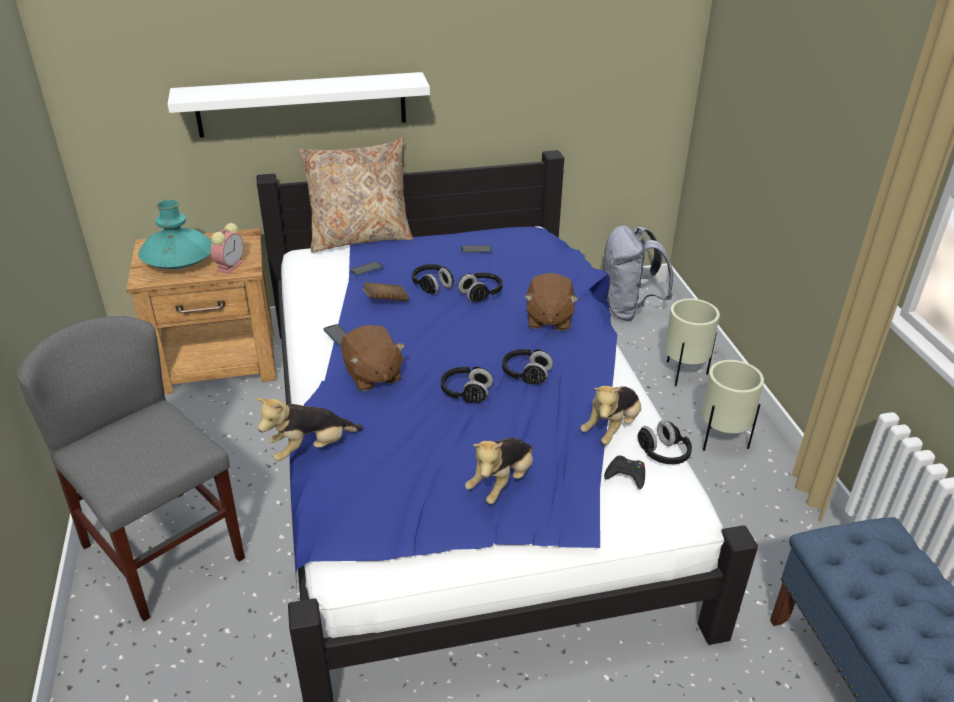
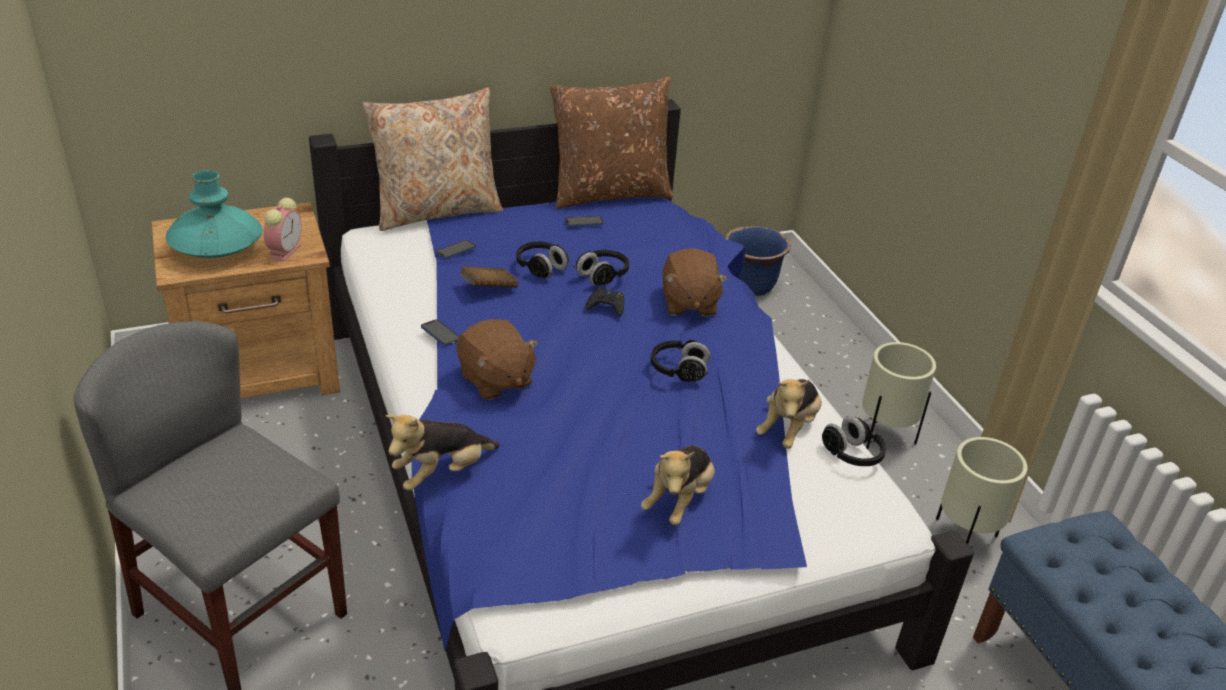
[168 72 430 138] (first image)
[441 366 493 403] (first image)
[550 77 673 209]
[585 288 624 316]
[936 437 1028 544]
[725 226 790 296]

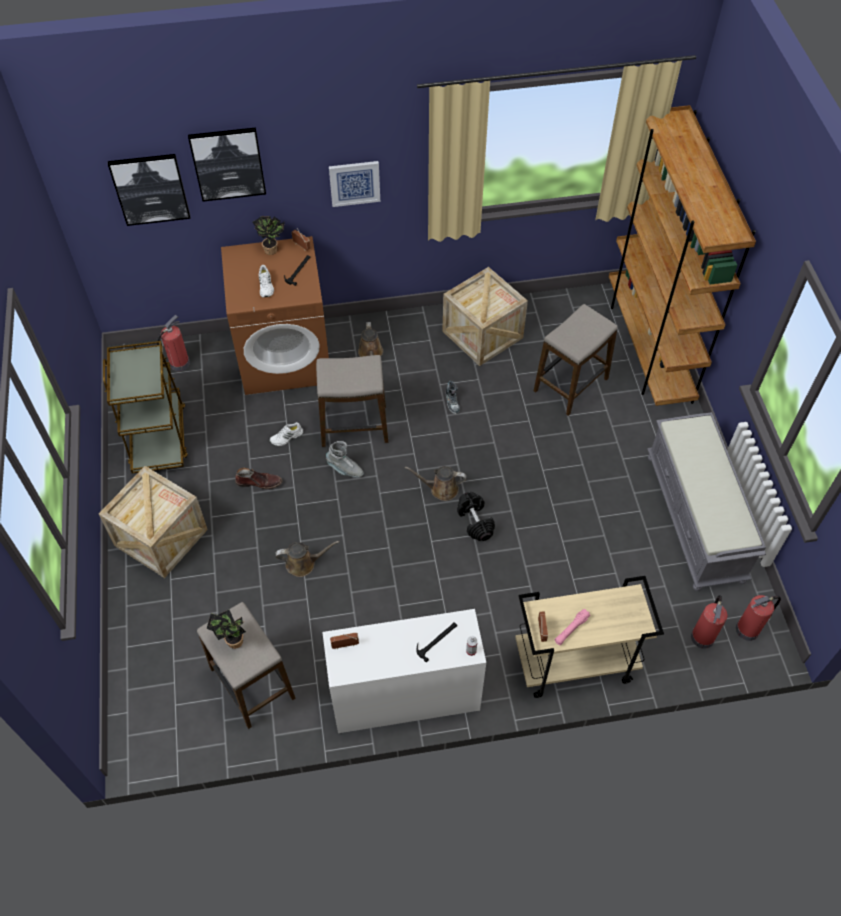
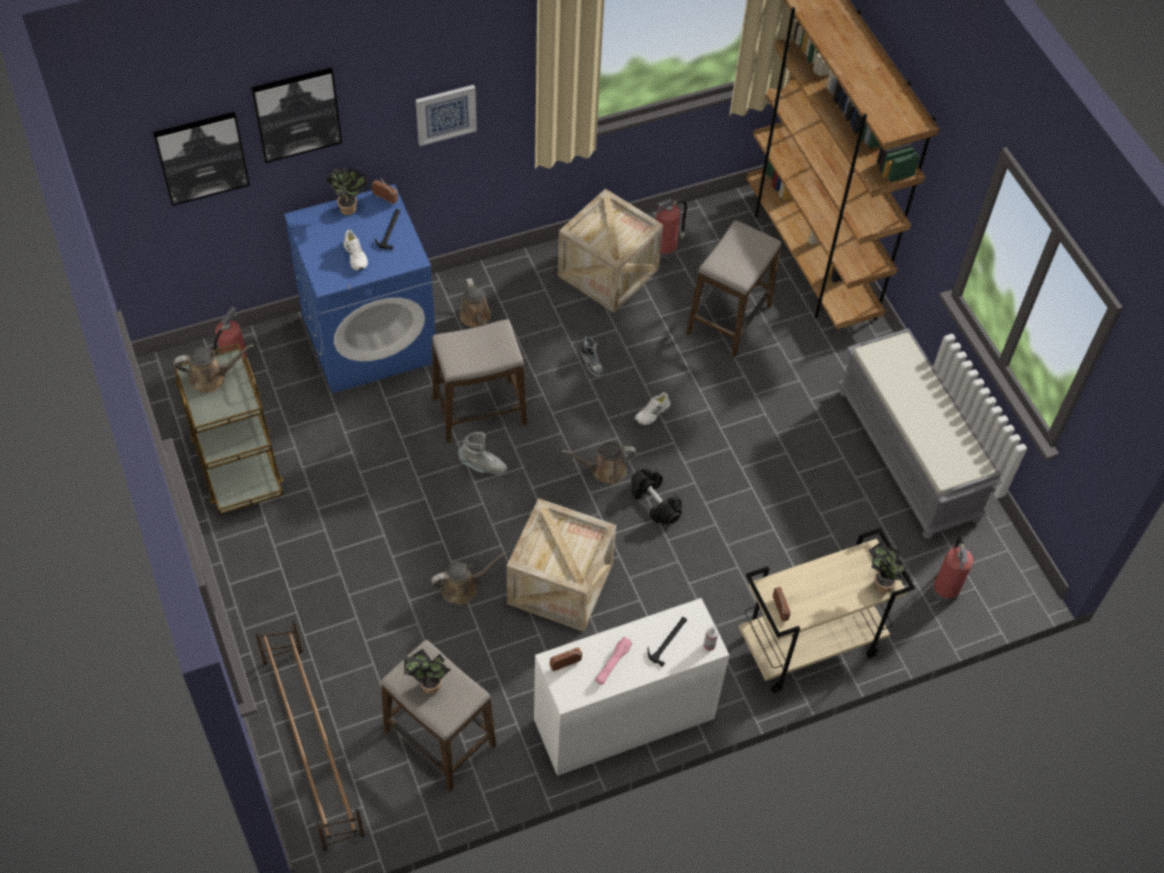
[235 468 282 489] (first image)
[174 344 254 393]
[255 621 365 851]
[869 541 907 593]
[507 498 616 632]
[635 392 670 425]
[595 637 633 685]
[656 199 687 259]
[284 184 436 394]

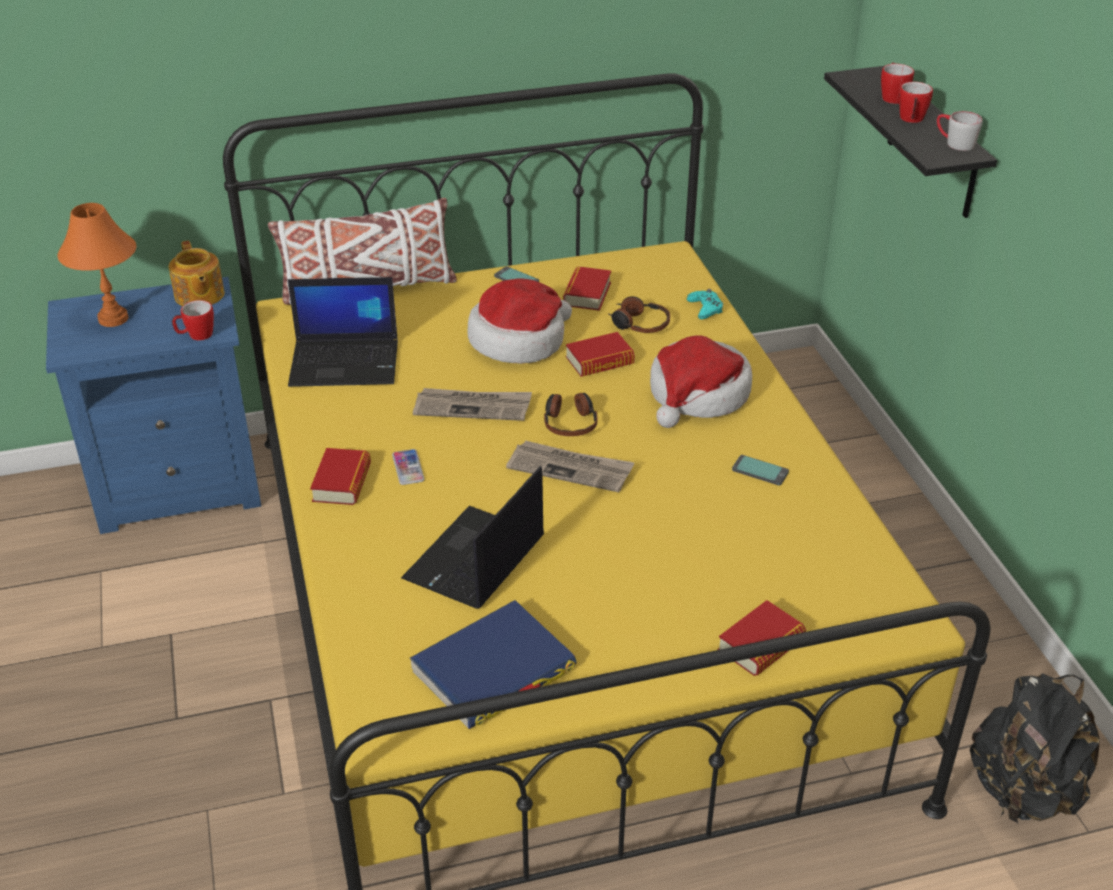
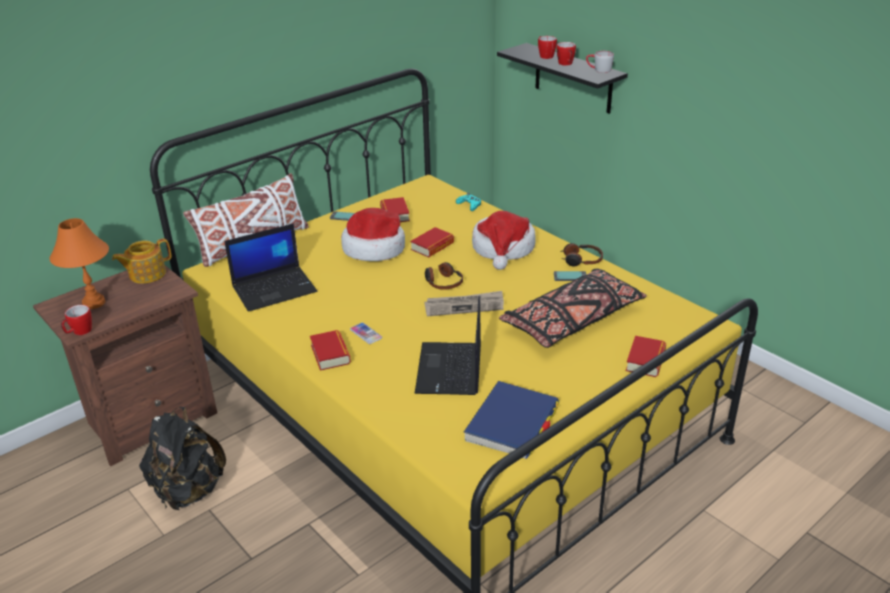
[413 388 532 421] (first image)
[499 269 647 348]
[61 305 92 335]
[560 243 603 266]
[139 407 226 510]
[33 264 217 466]
[112 239 171 284]

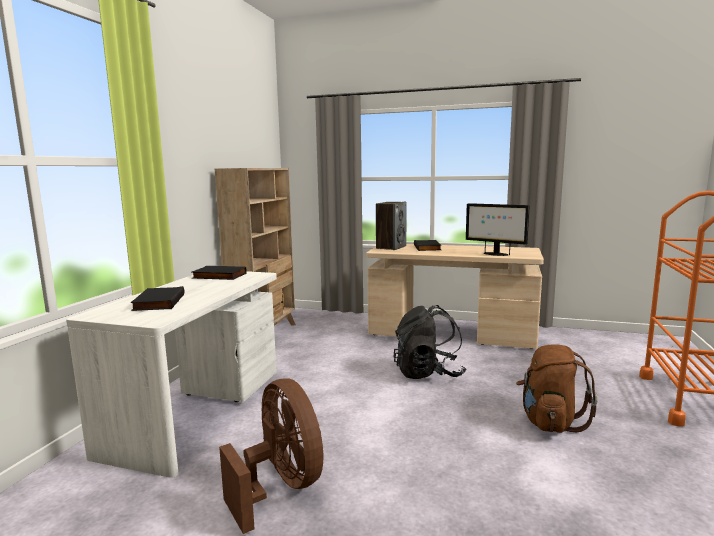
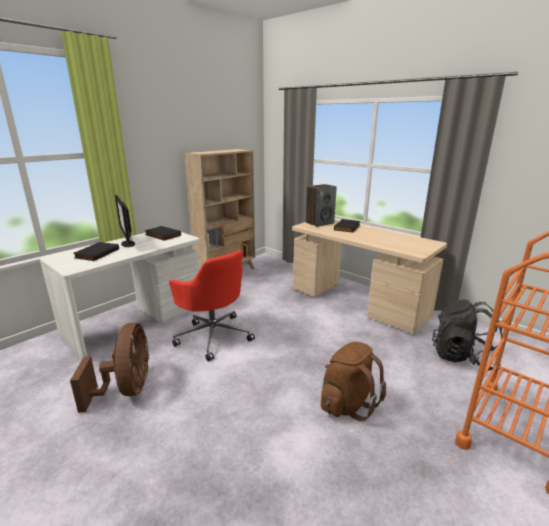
[169 250 255 361]
[432 299 502 371]
[115 195 135 247]

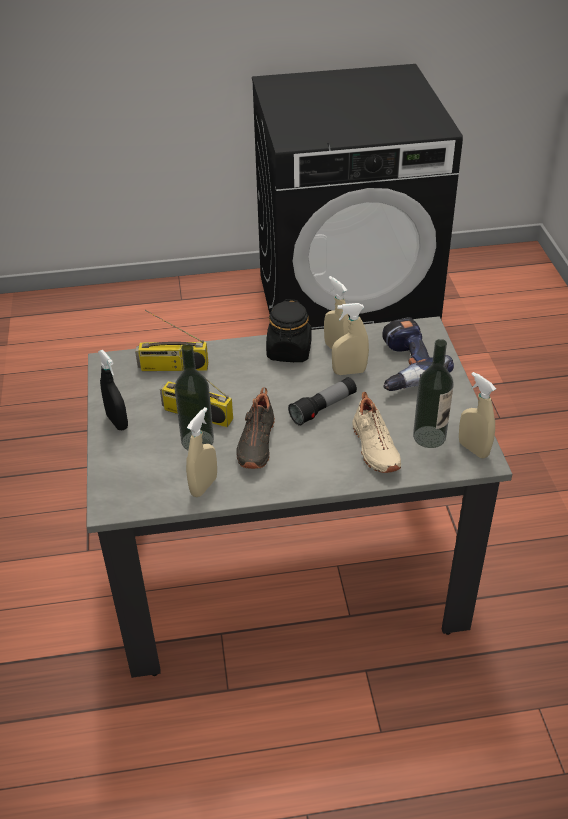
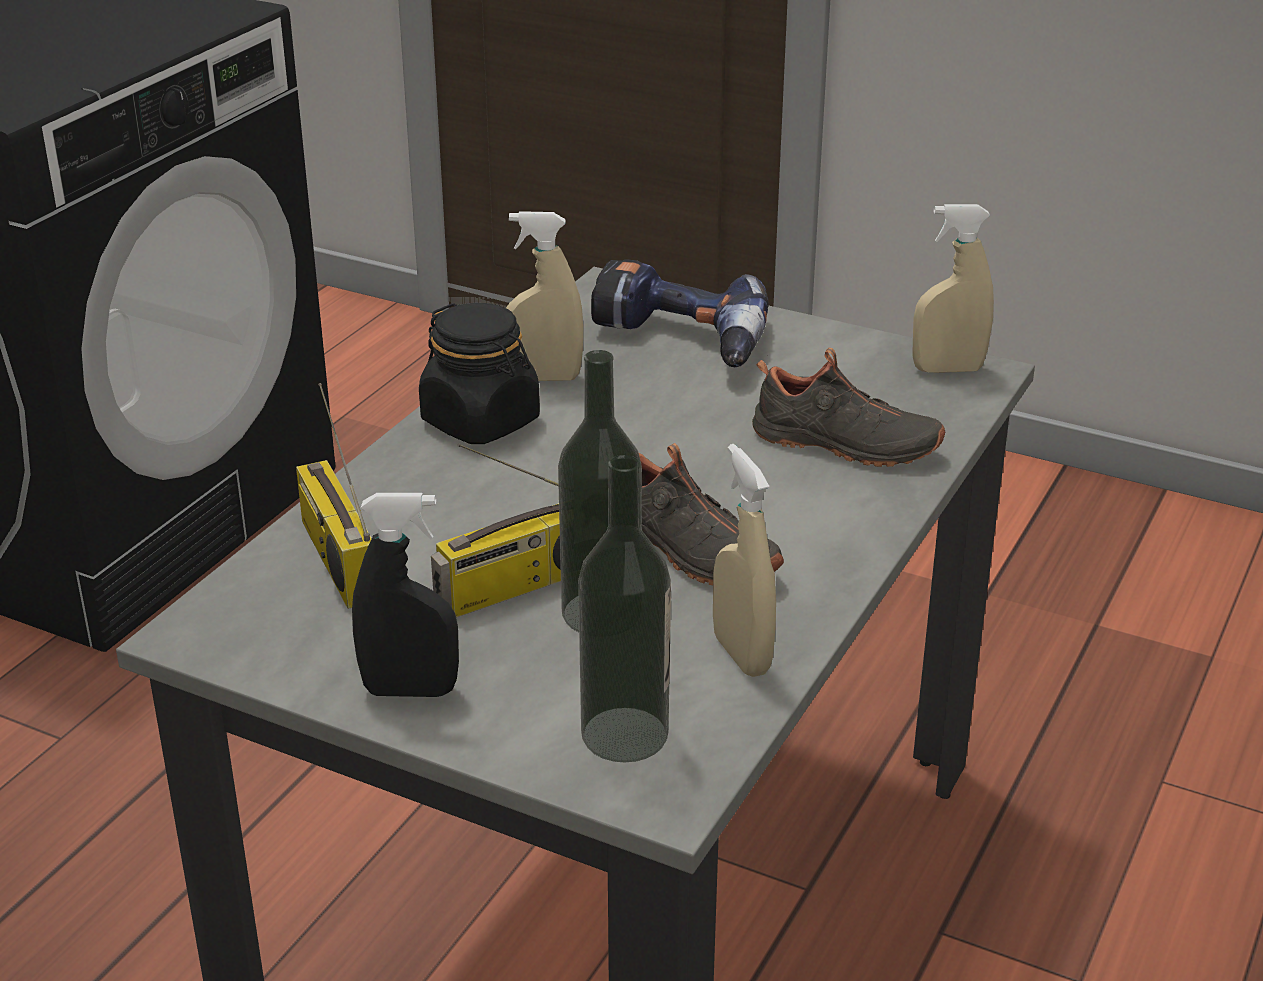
[288 377 357 426] (first image)
[332 303 369 375] (first image)
[578 455 671 763]
[752 348 945 467]
[296 383 372 609]

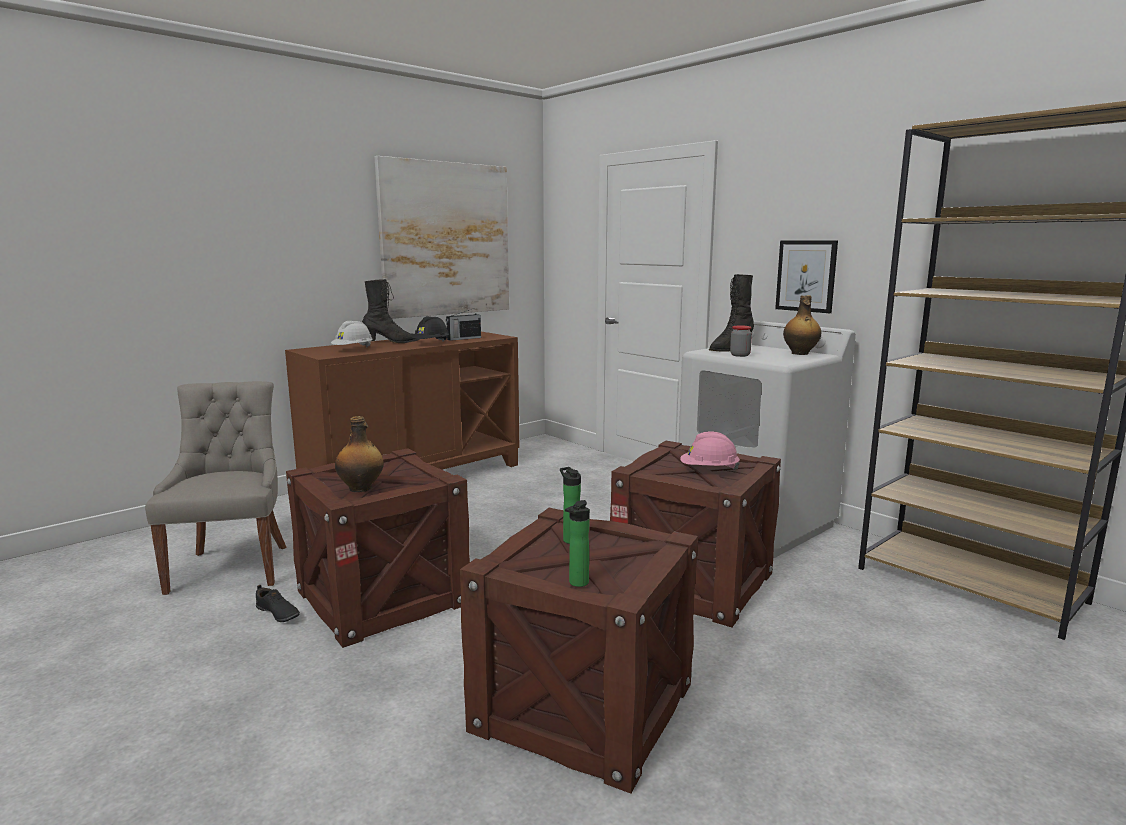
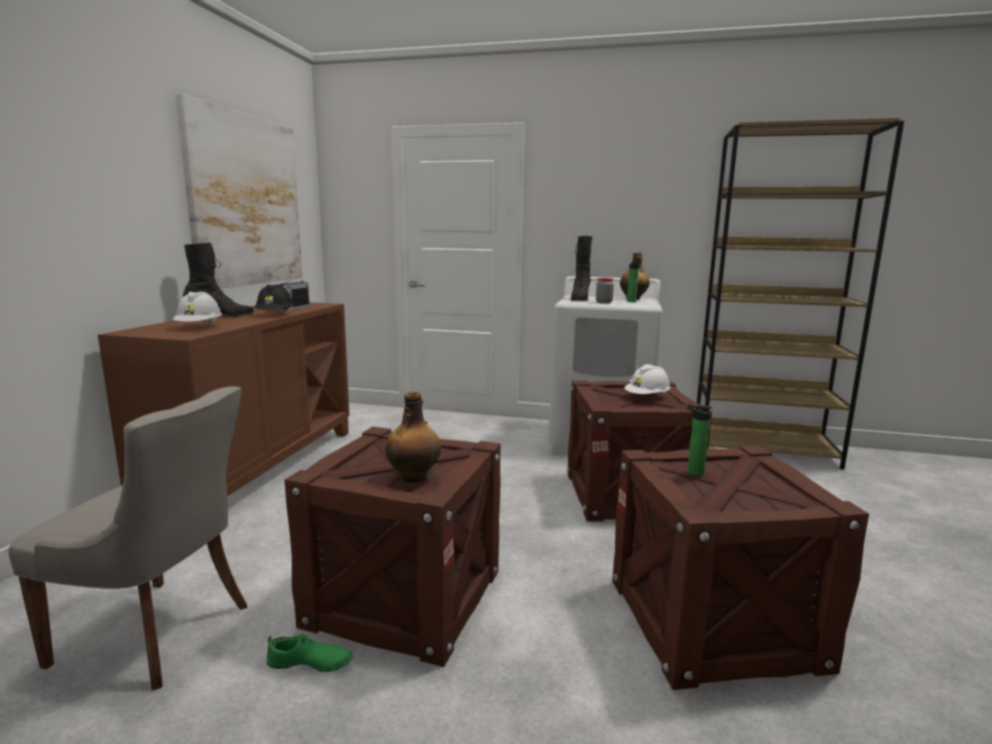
[775 241 838 313] (first image)
[627 261 640 302]
[266 634 353 672]
[624 364 671 394]
[8 386 247 691]

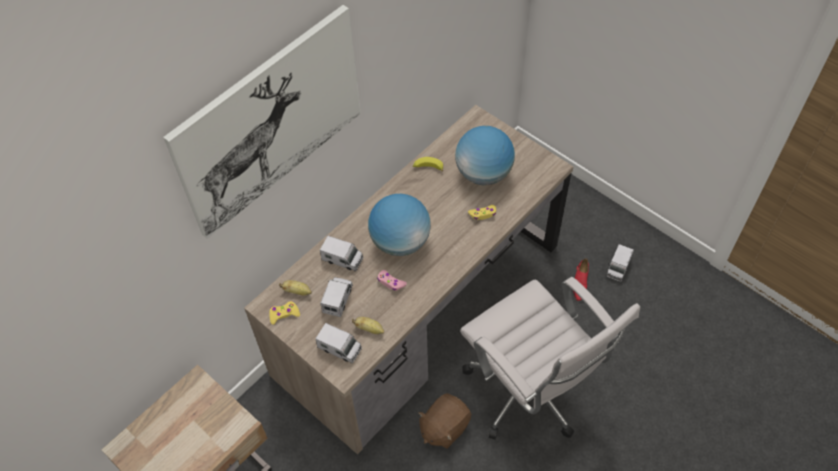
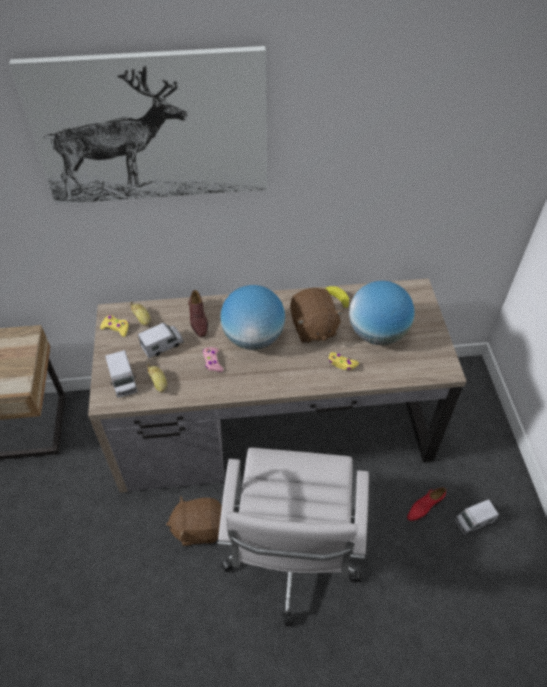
[290 288 344 343]
[188 290 208 337]

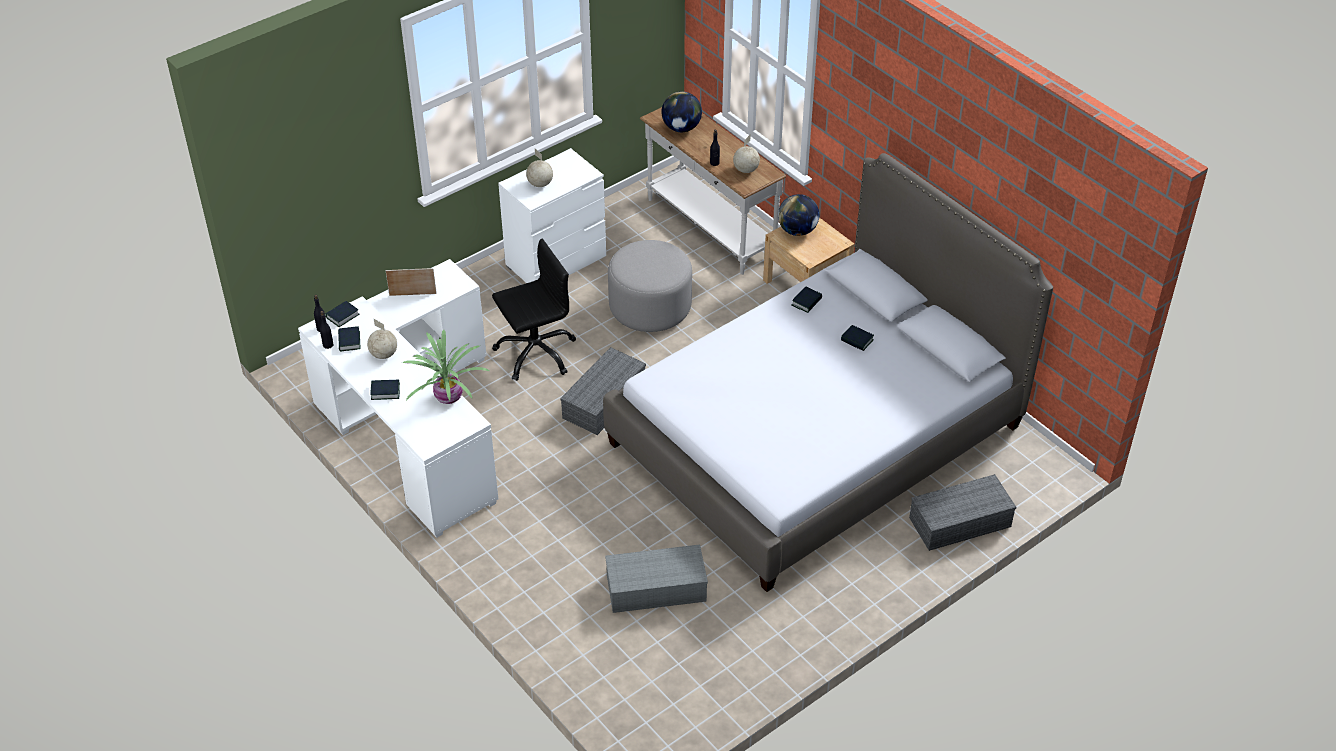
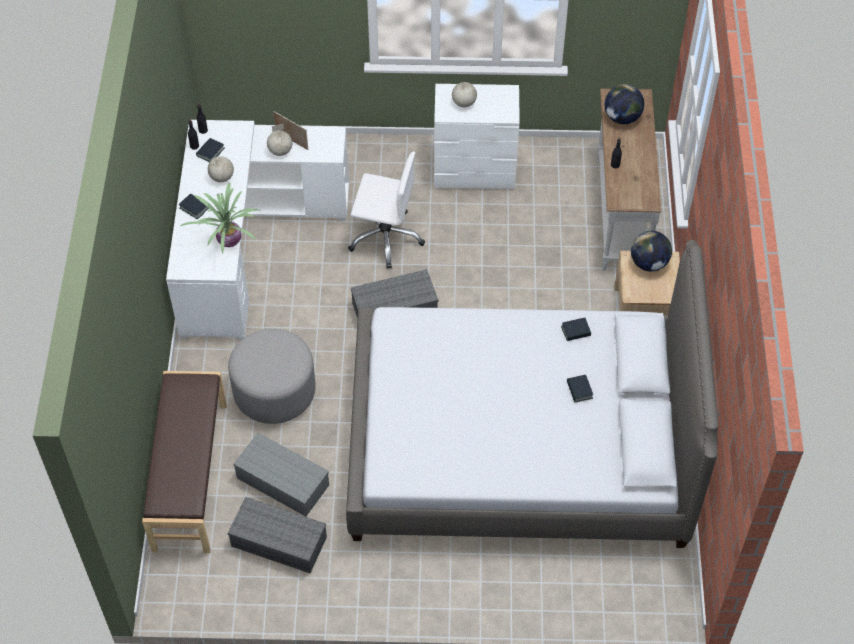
[325 301 360 327] (first image)
[142 371 227 553]
[228 328 316 424]
[267 124 292 156]
[227 497 327 573]
[348 151 425 269]

